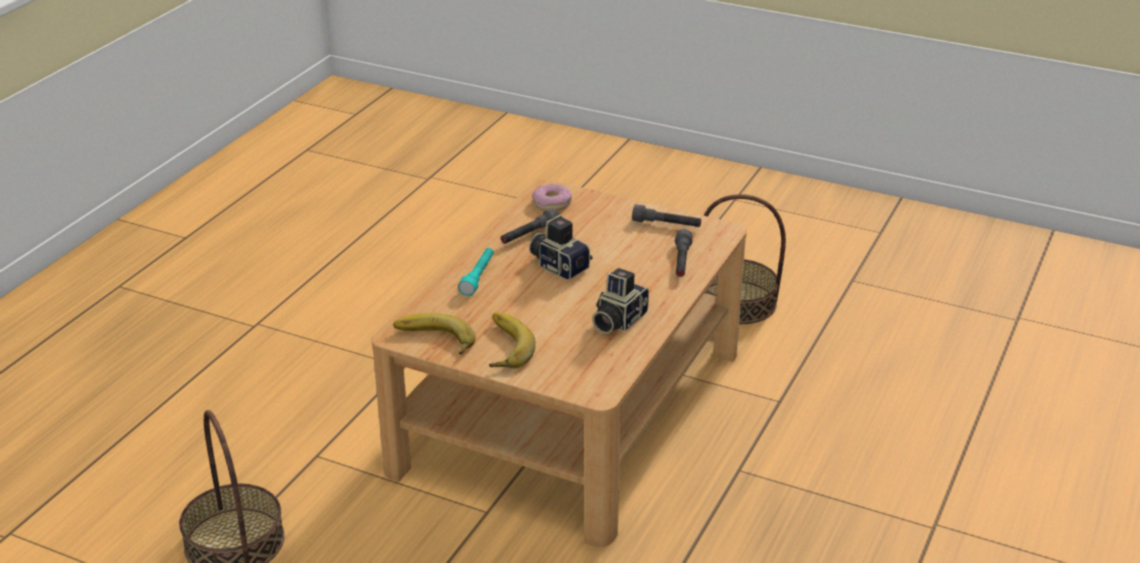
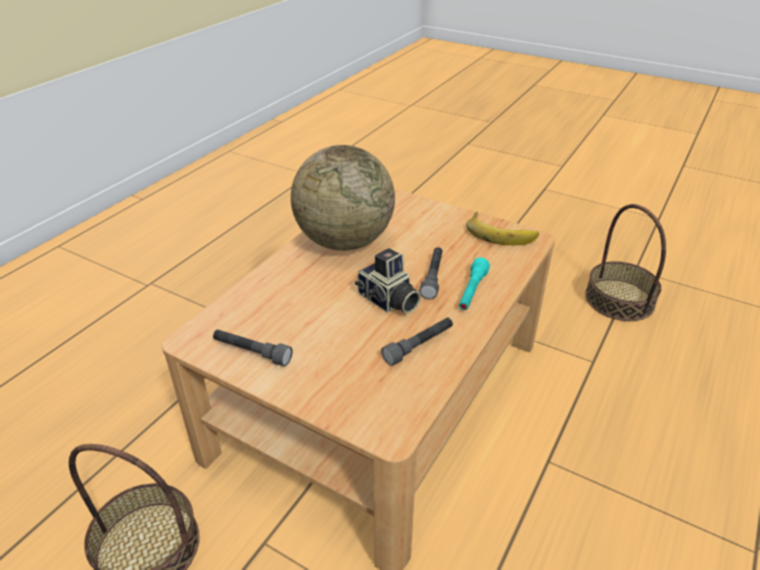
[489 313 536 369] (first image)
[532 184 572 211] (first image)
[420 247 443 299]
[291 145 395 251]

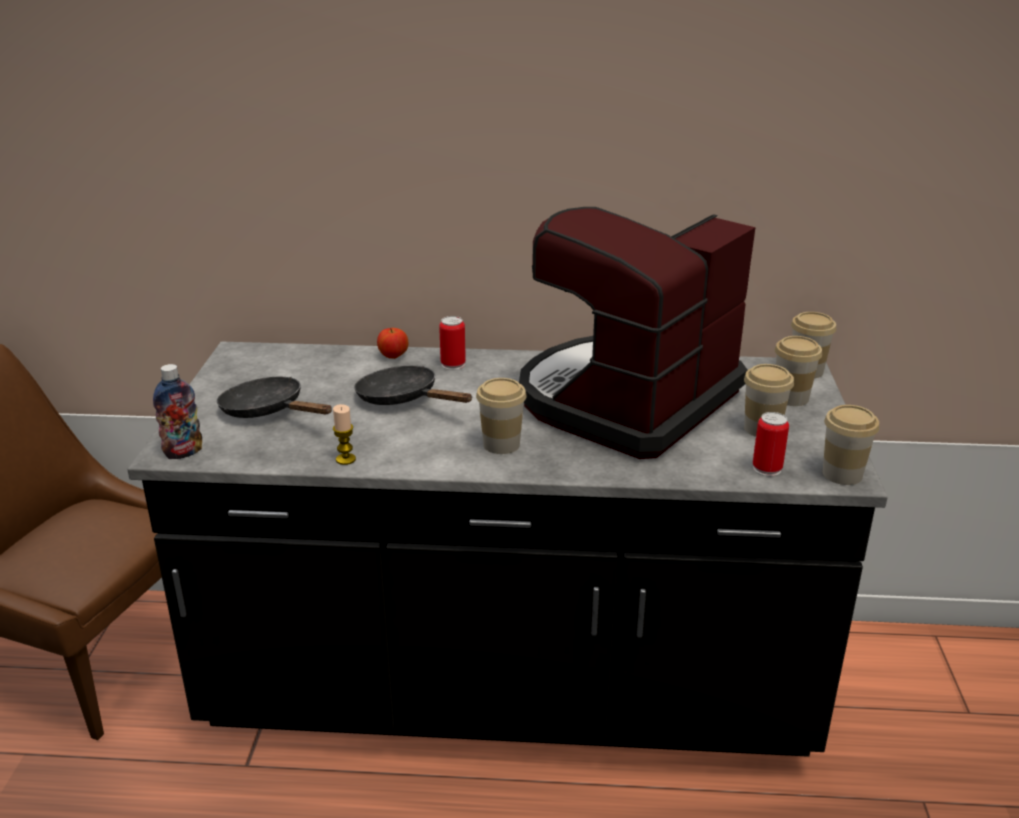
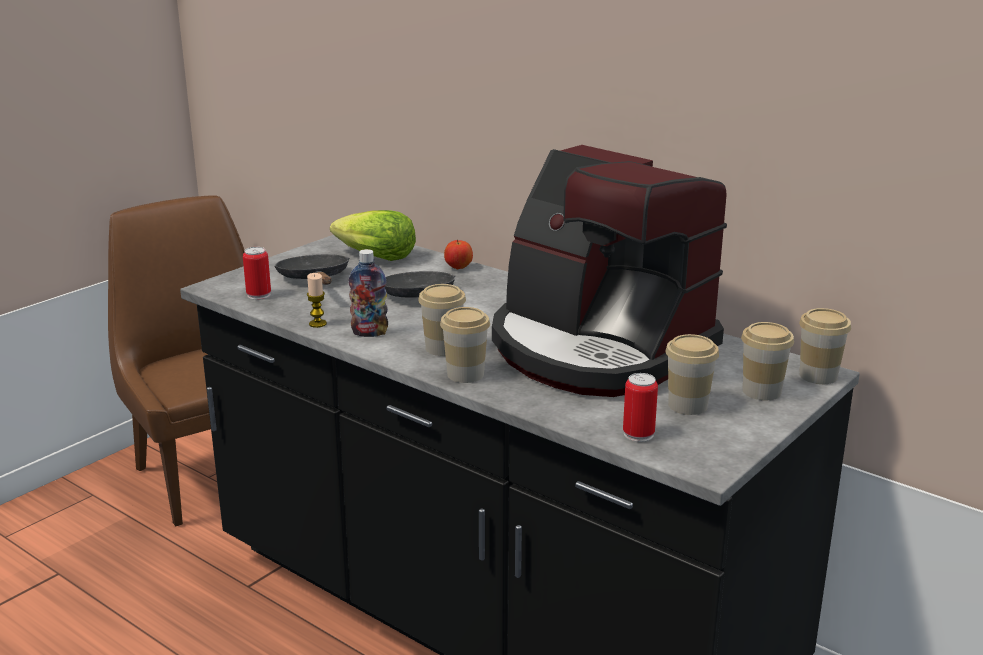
[330 210 416 261]
[348 249 388 337]
[243 247 271 300]
[440 307 490 383]
[492 145 727 397]

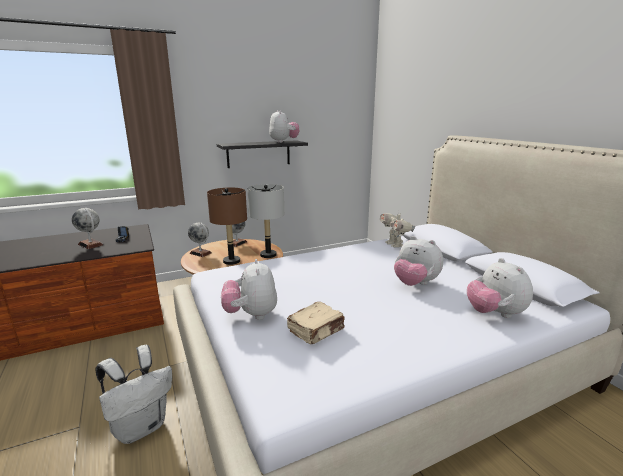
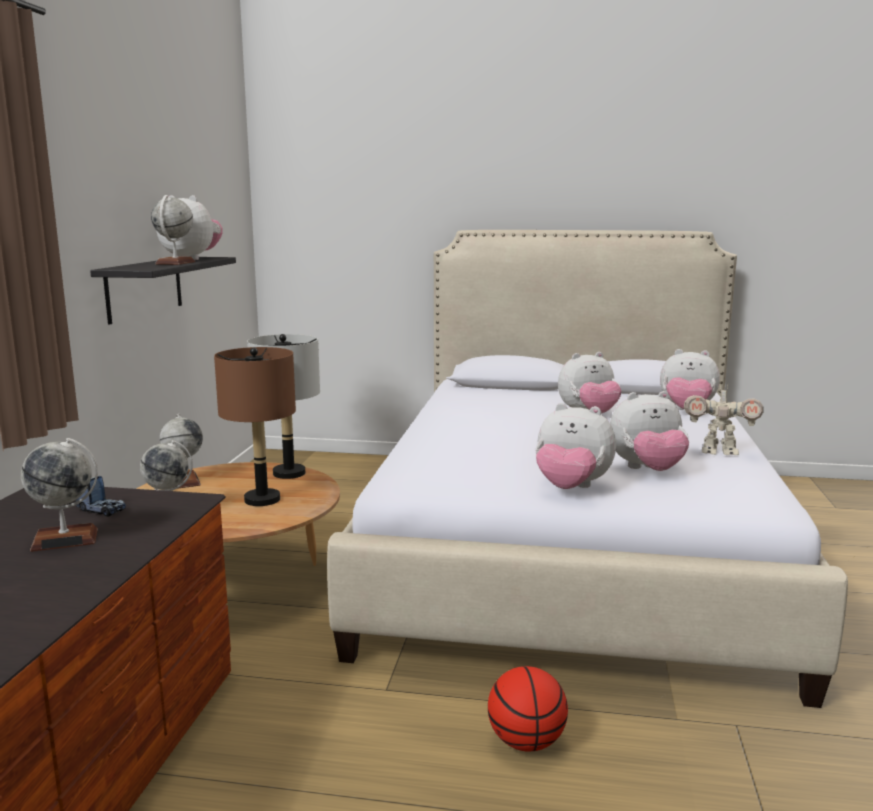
[151 195 195 265]
[684 383 764 455]
[488 666 568 752]
[610 391 689 471]

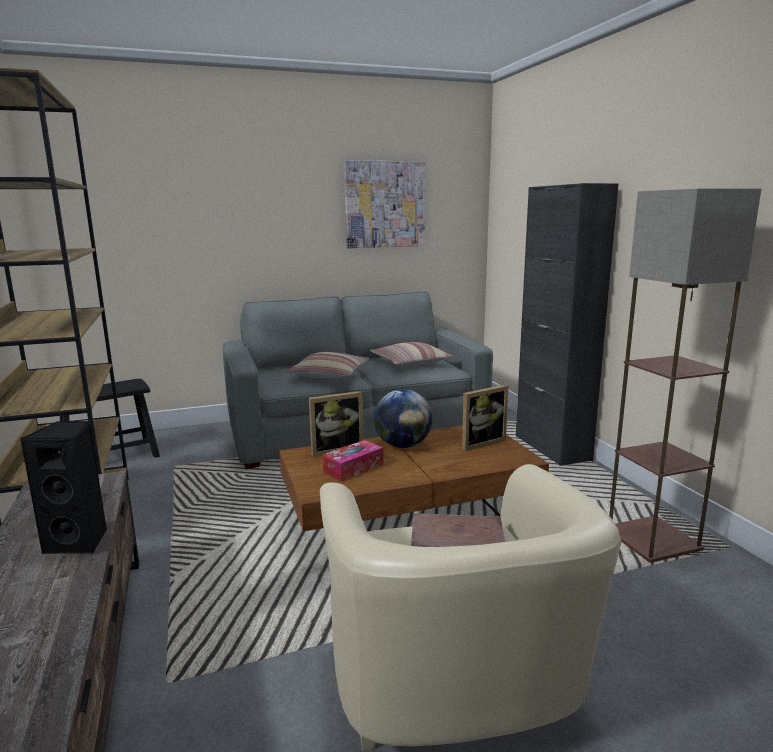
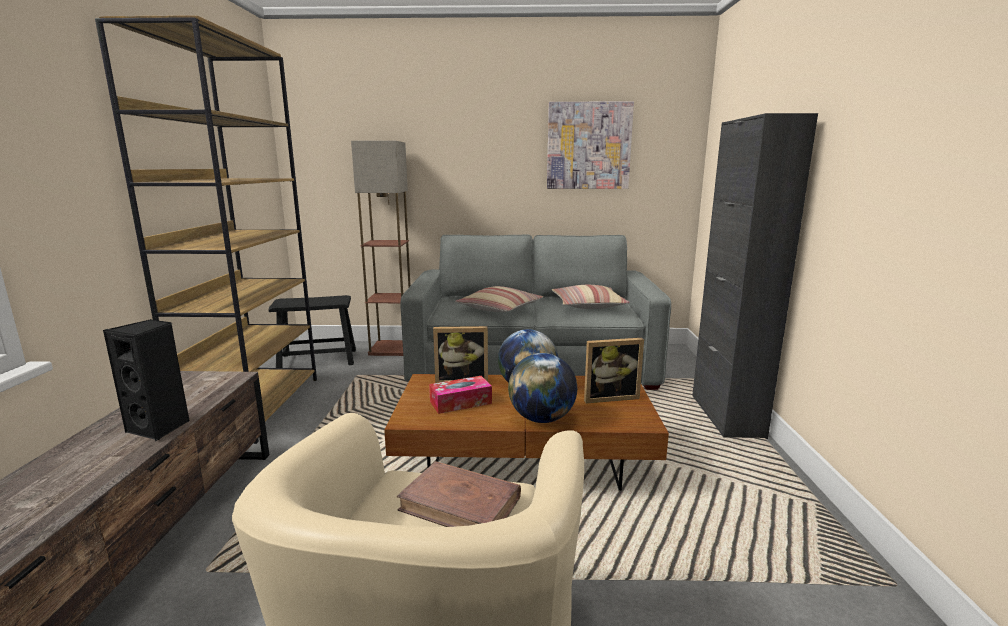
[508 353 577 423]
[351 141 411 356]

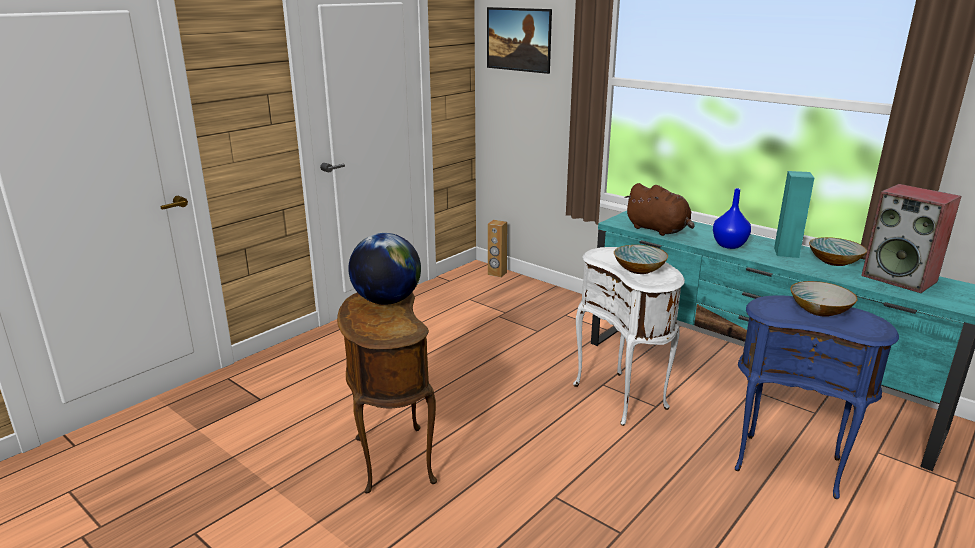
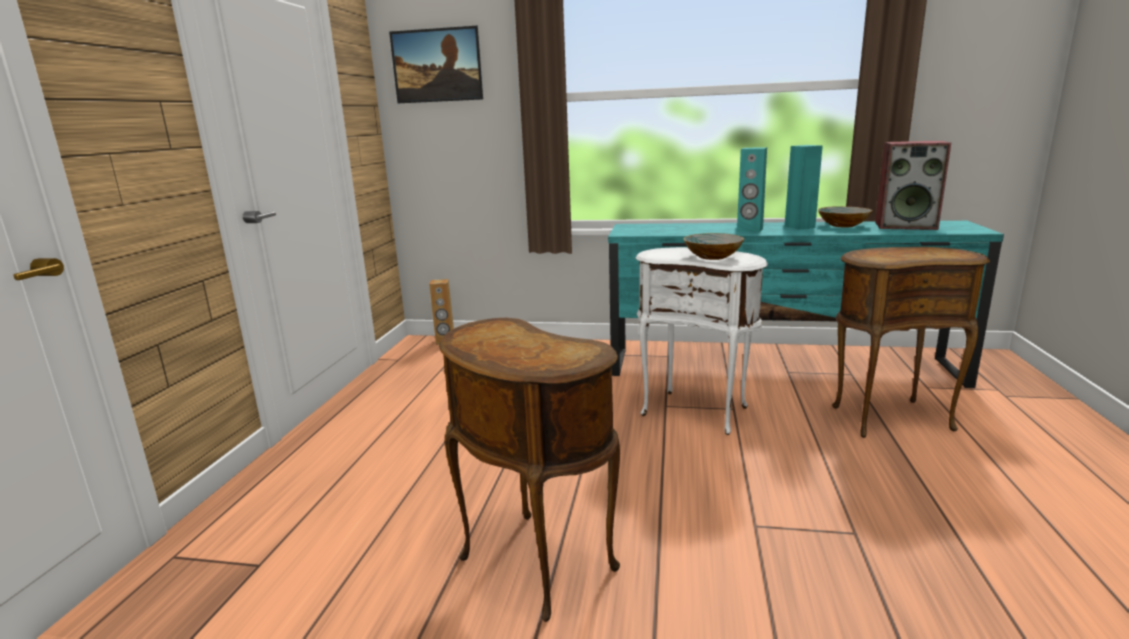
[348 233 421 305] (first image)
[624 183 695 236] (first image)
[790 281 858 317] (first image)
[737 147 767 233]
[832 247 990 438]

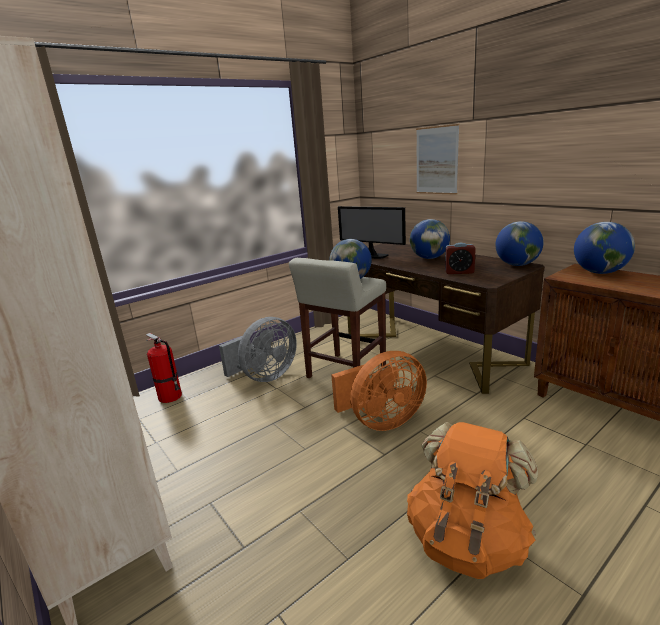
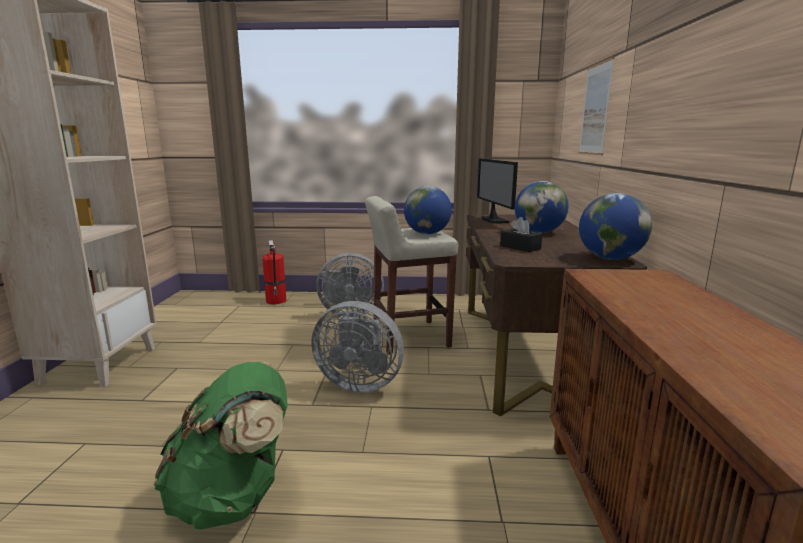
[574 222 635 274] (first image)
[500 217 542 252]
[311 301 404 393]
[154 362 288 530]

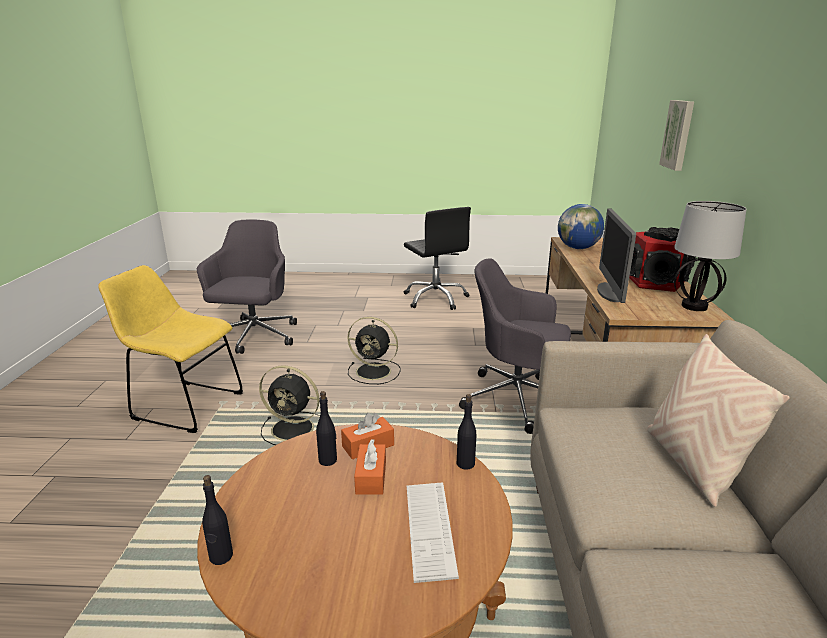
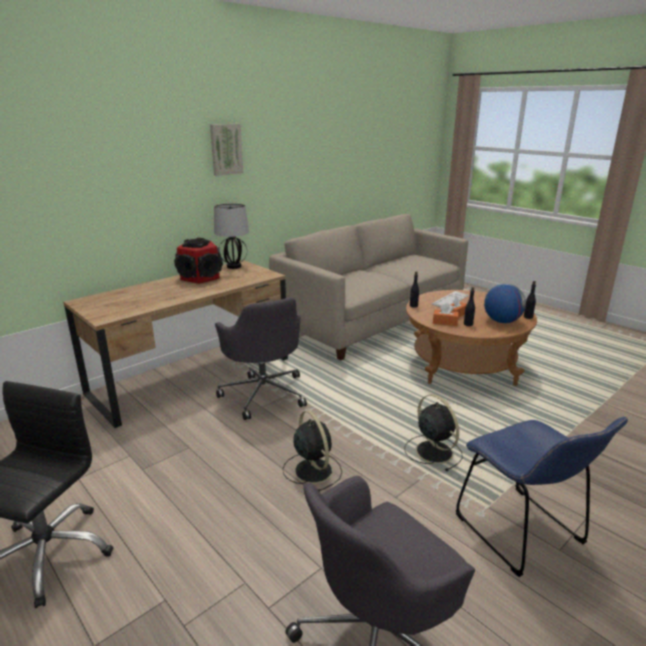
[597 208 636 303] (first image)
[647 334 789 507] (first image)
[484 284 526 323]
[210 124 243 176]
[455 417 628 577]

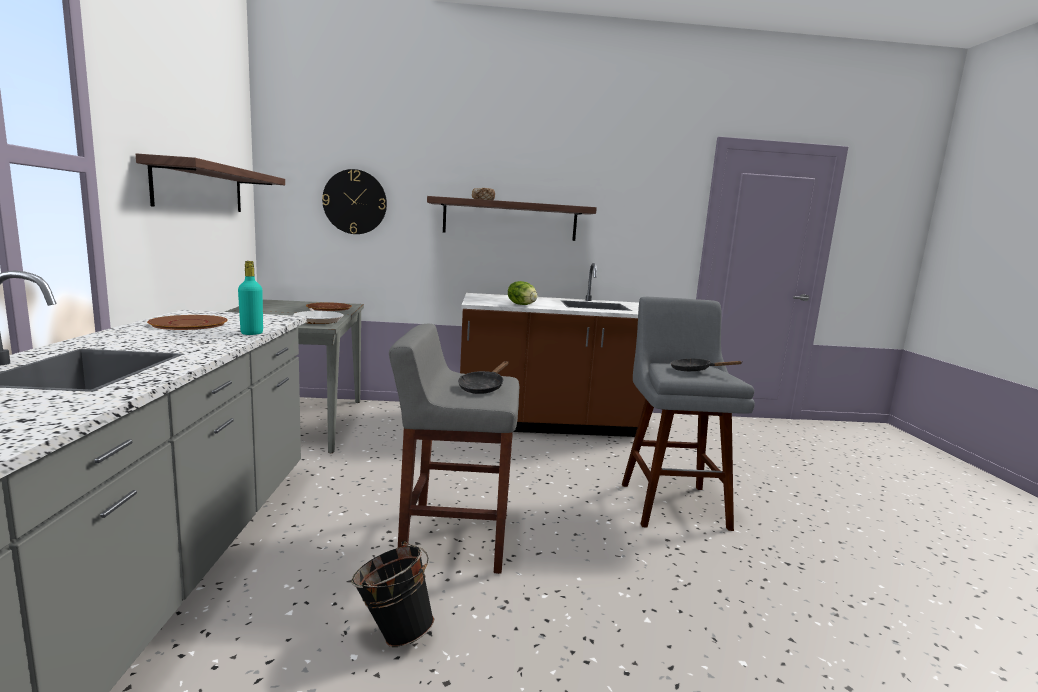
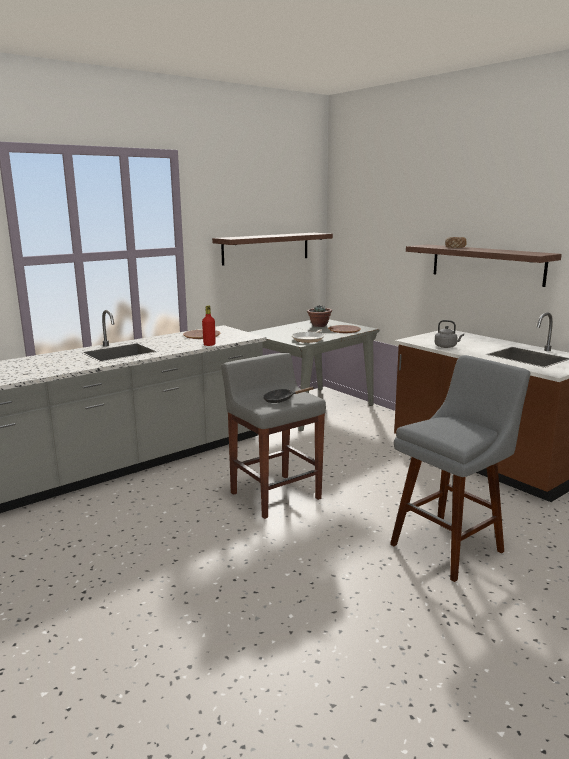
[322 169 387 234] (first image)
[351 541 434 647] (first image)
[671 358 742 371] (first image)
[307 305 332 327]
[435 320 464 348]
[202 305 216 346]

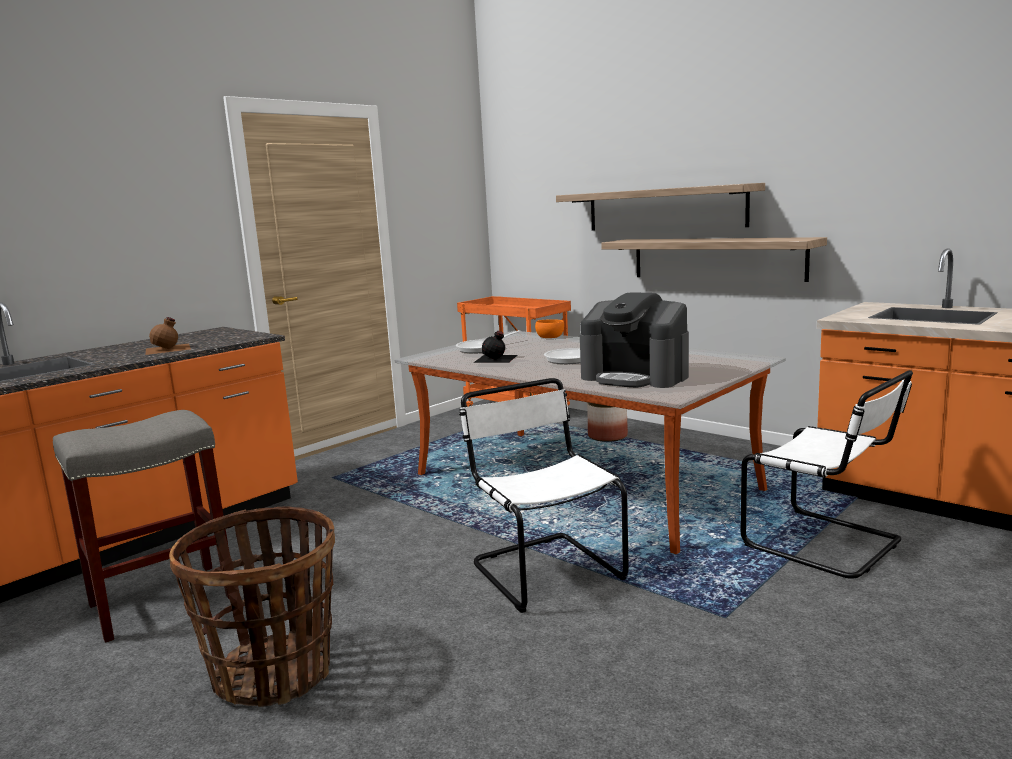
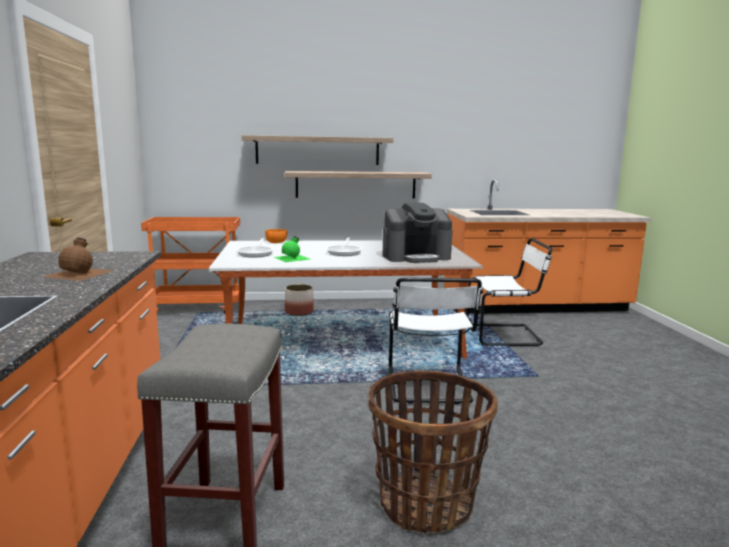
[274 236 310 262]
[389 277 483 404]

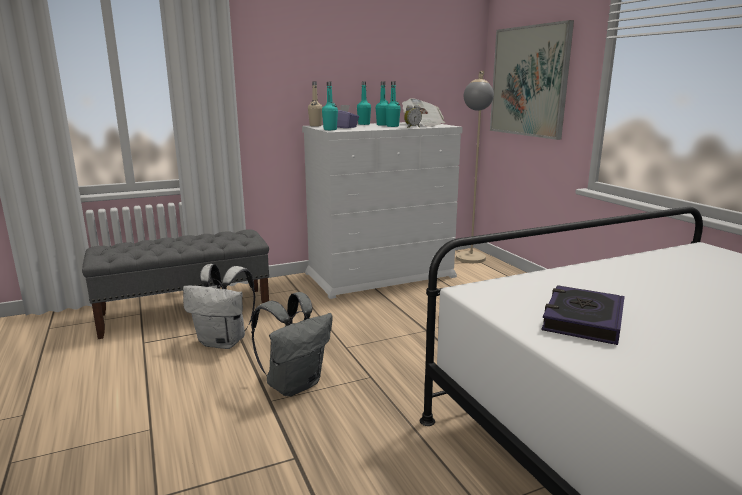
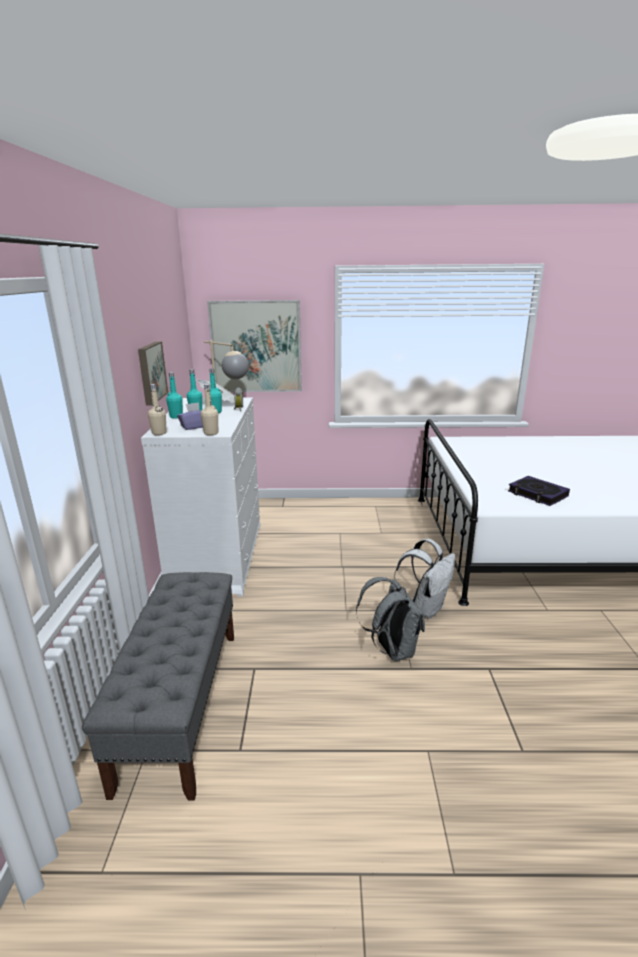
[138 341 168 405]
[394 539 455 619]
[201 384 218 435]

